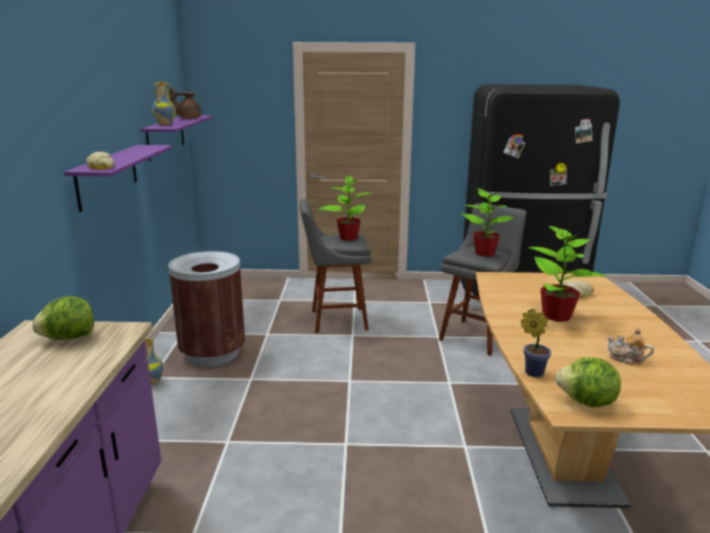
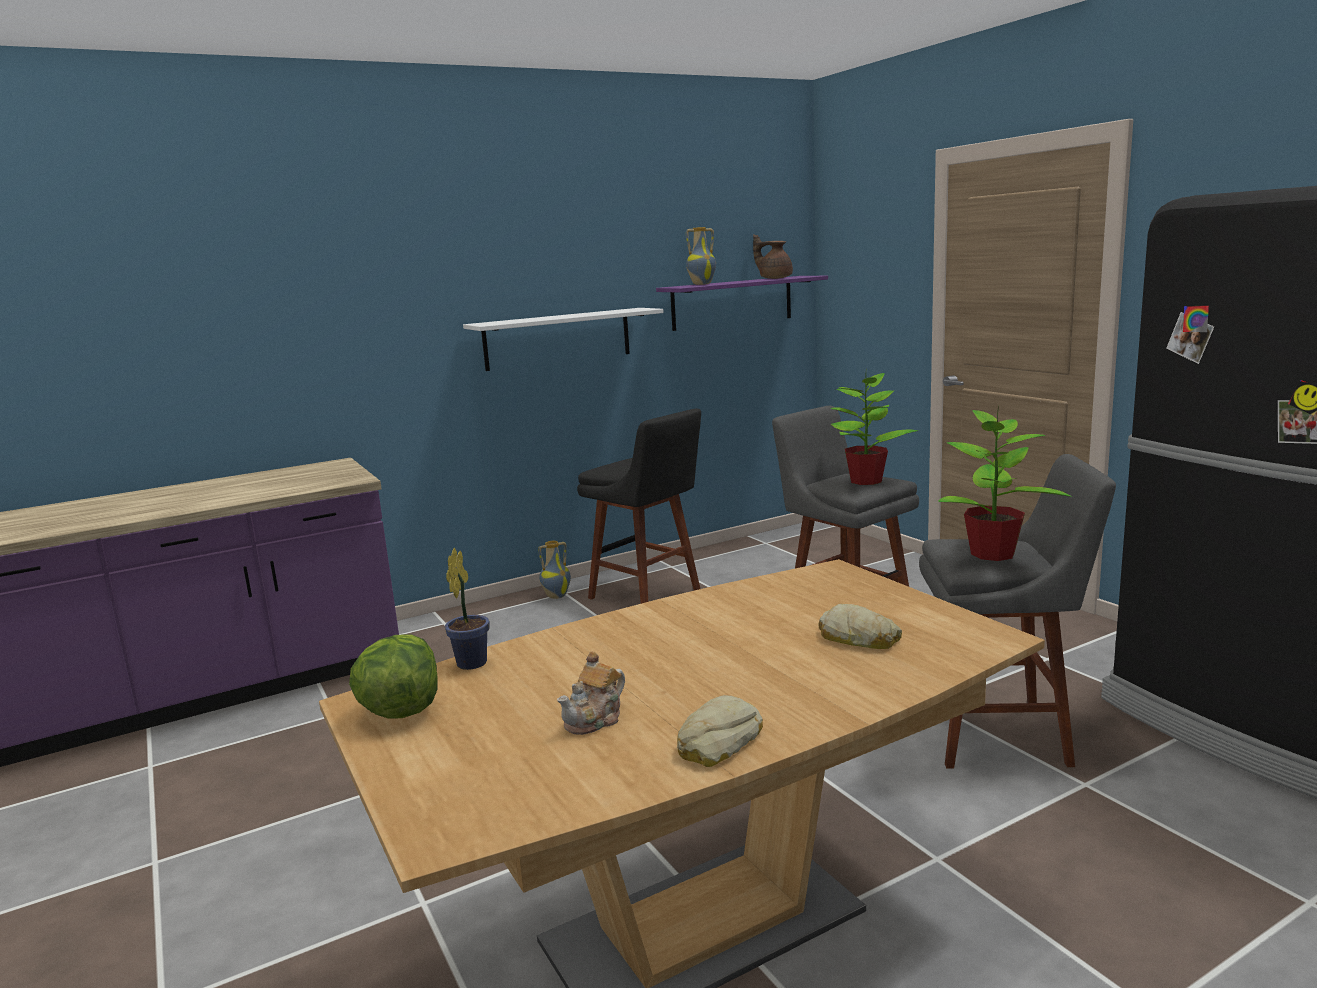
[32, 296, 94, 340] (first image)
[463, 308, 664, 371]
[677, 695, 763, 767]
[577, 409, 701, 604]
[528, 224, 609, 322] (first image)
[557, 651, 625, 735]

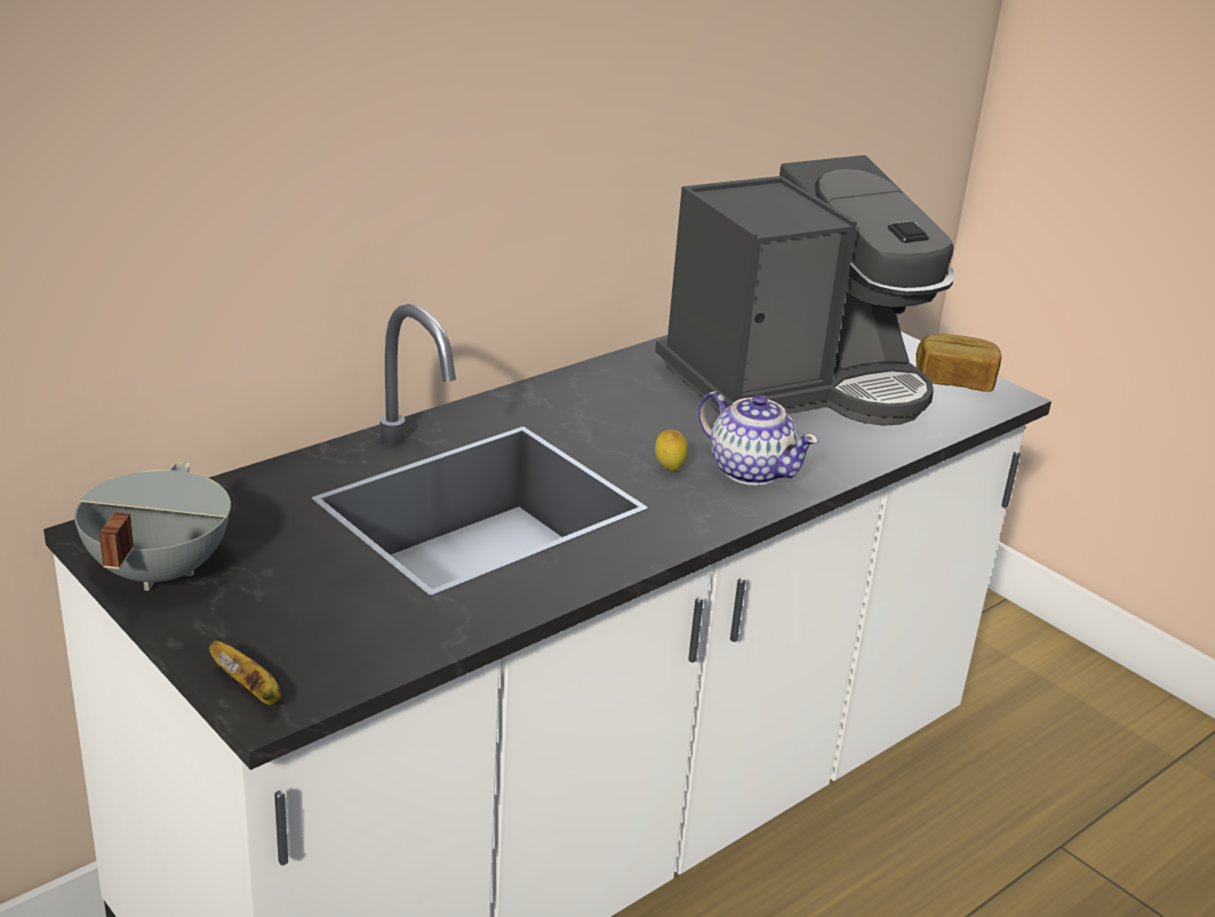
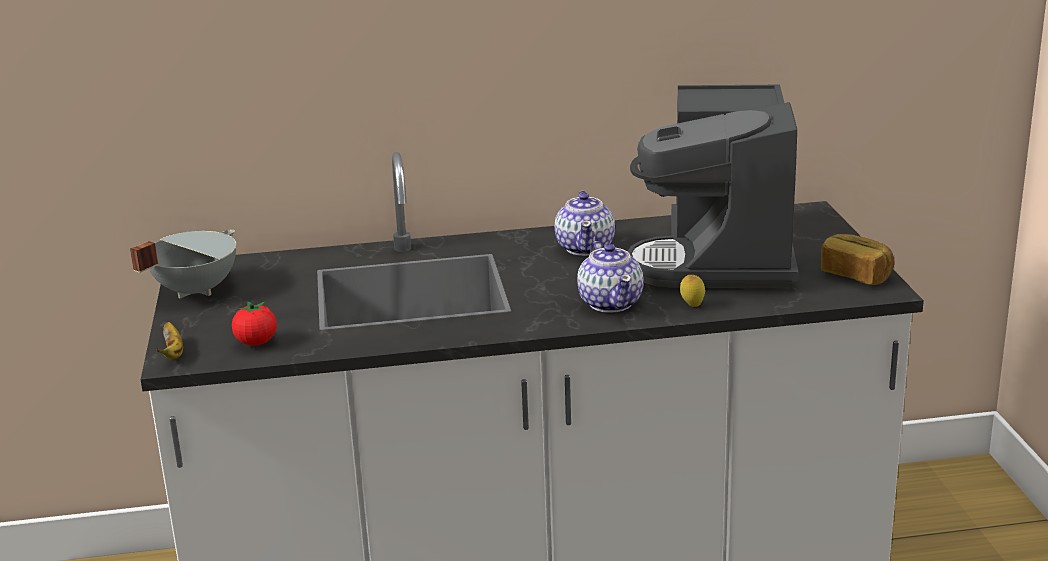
[628, 85, 799, 288]
[680, 275, 705, 307]
[232, 301, 277, 346]
[555, 191, 615, 256]

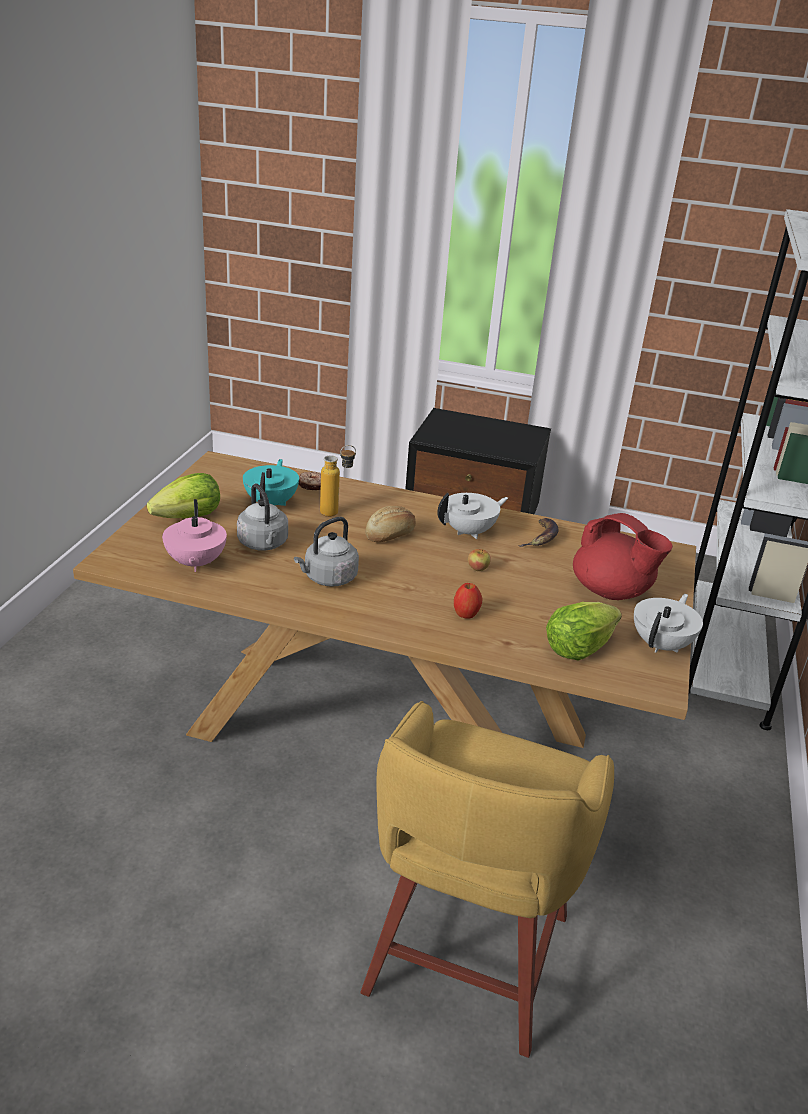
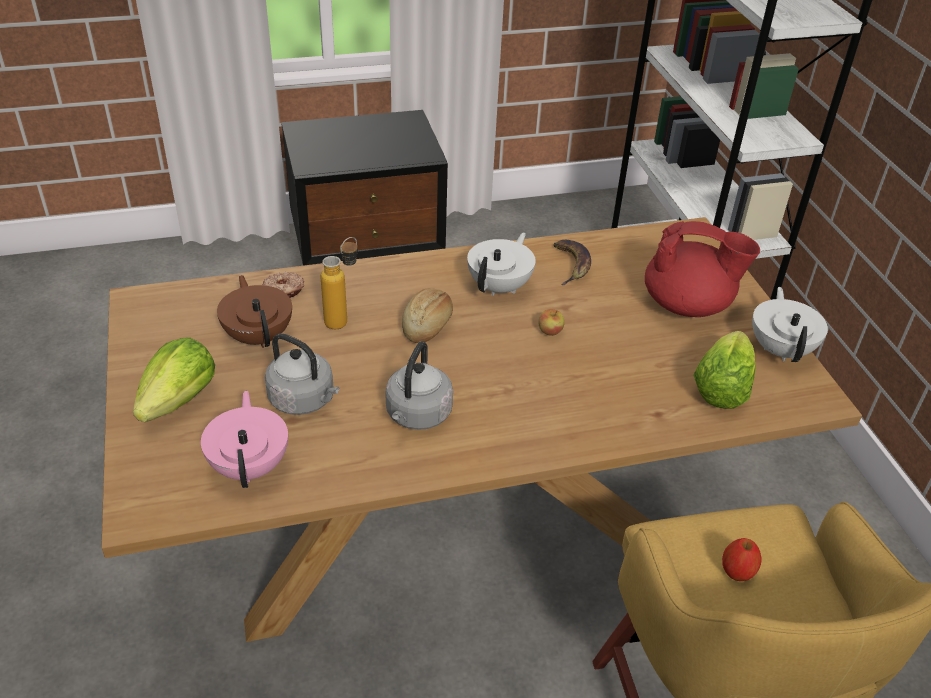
[201, 391, 288, 488]
[217, 275, 292, 348]
[722, 538, 762, 581]

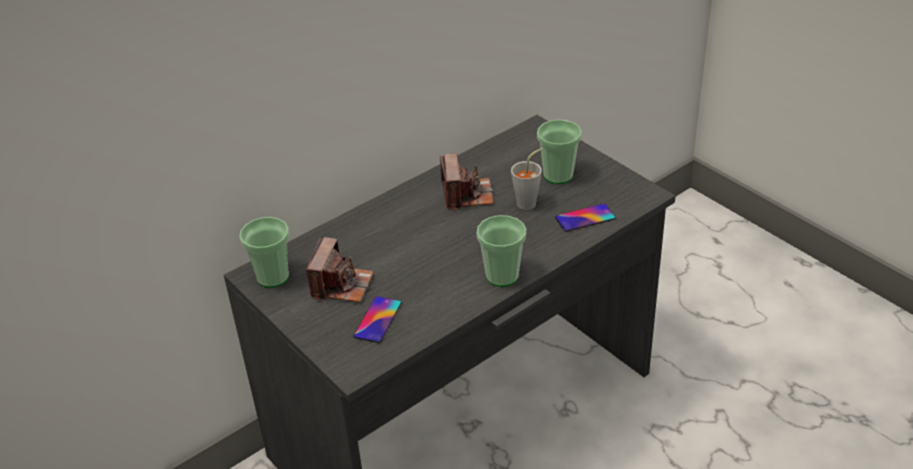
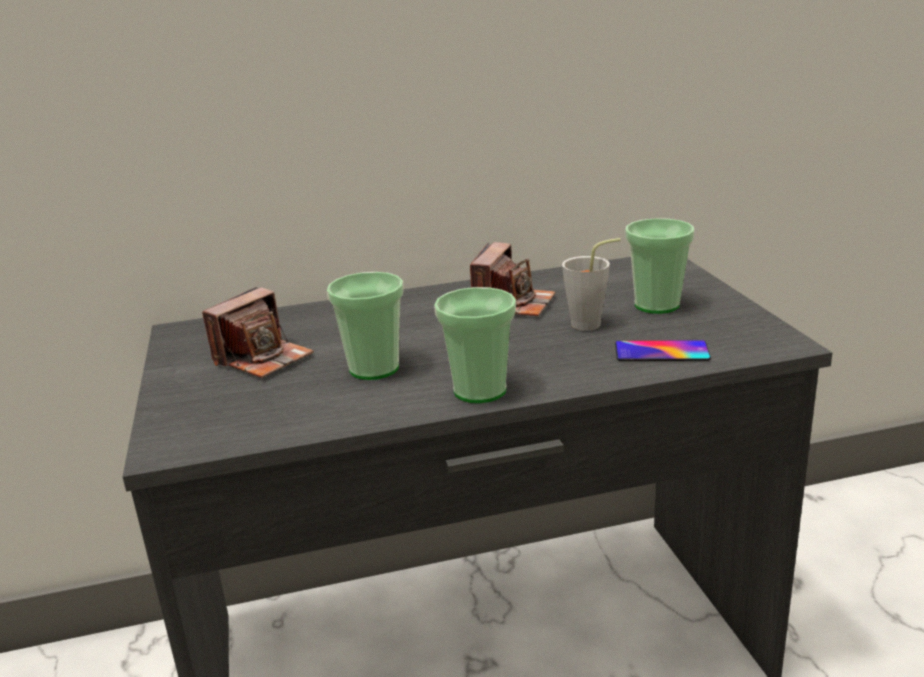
[327, 272, 404, 380]
[353, 296, 401, 343] (first image)

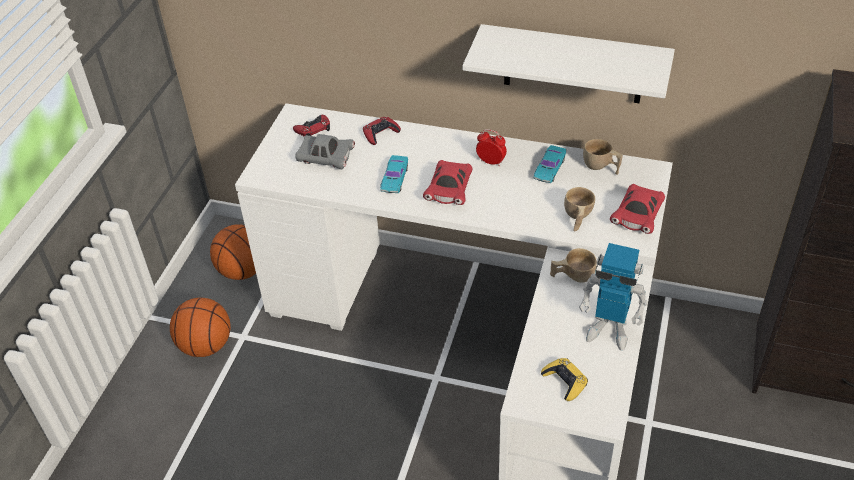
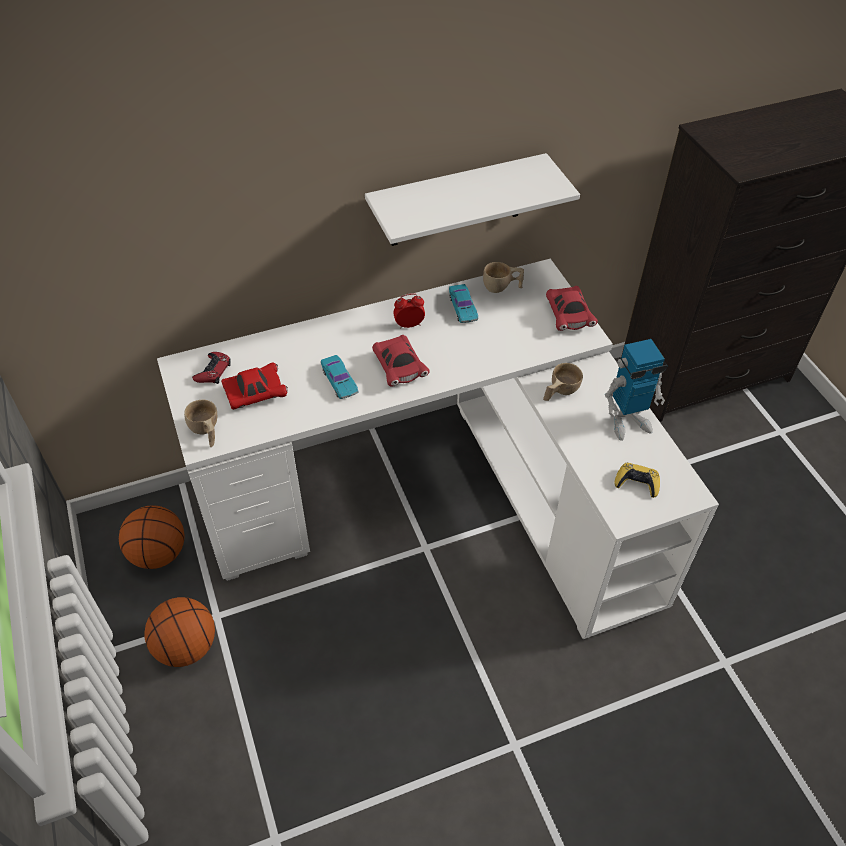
[221, 363, 288, 410]
[363, 117, 401, 145] (first image)
[184, 400, 217, 447]

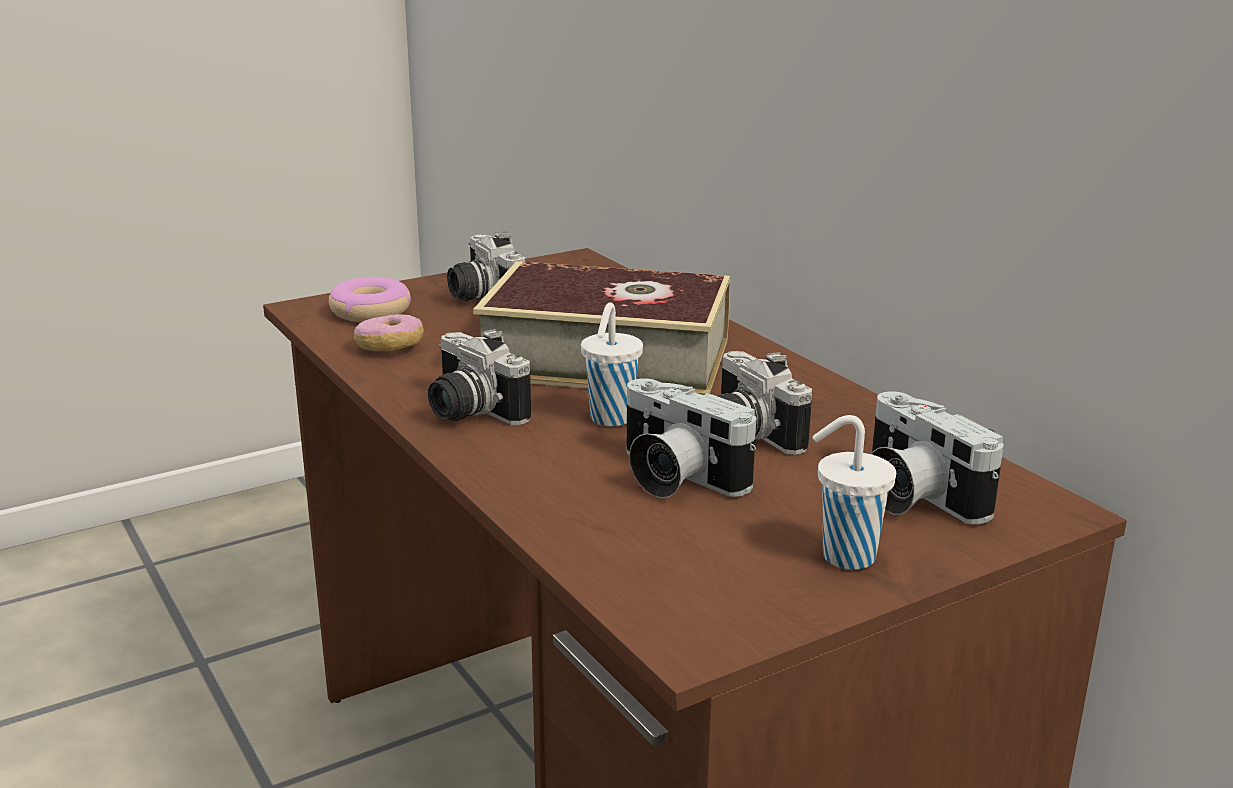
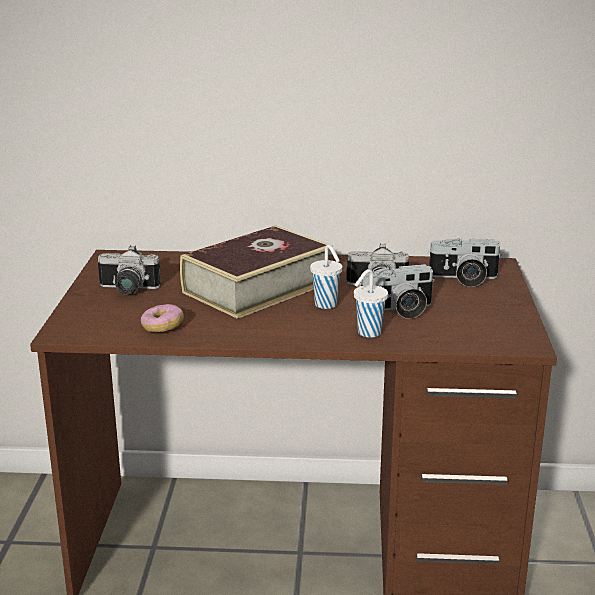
[329, 277, 411, 322] (first image)
[428, 329, 531, 425] (first image)
[354, 269, 388, 338]

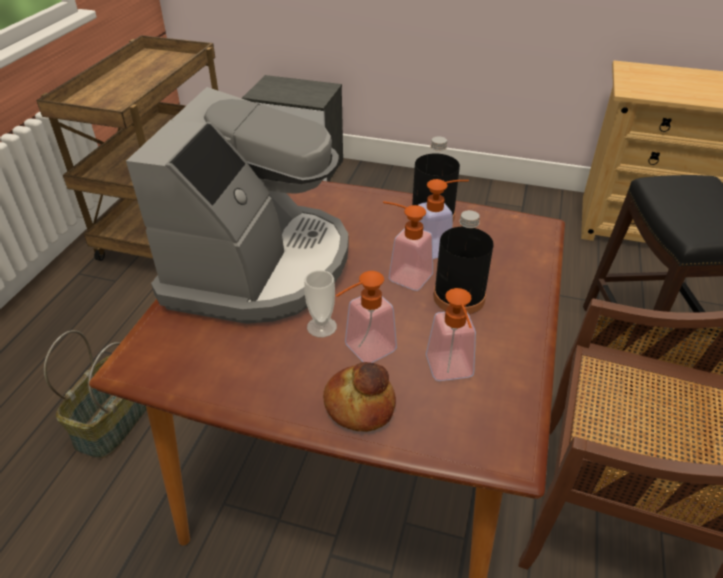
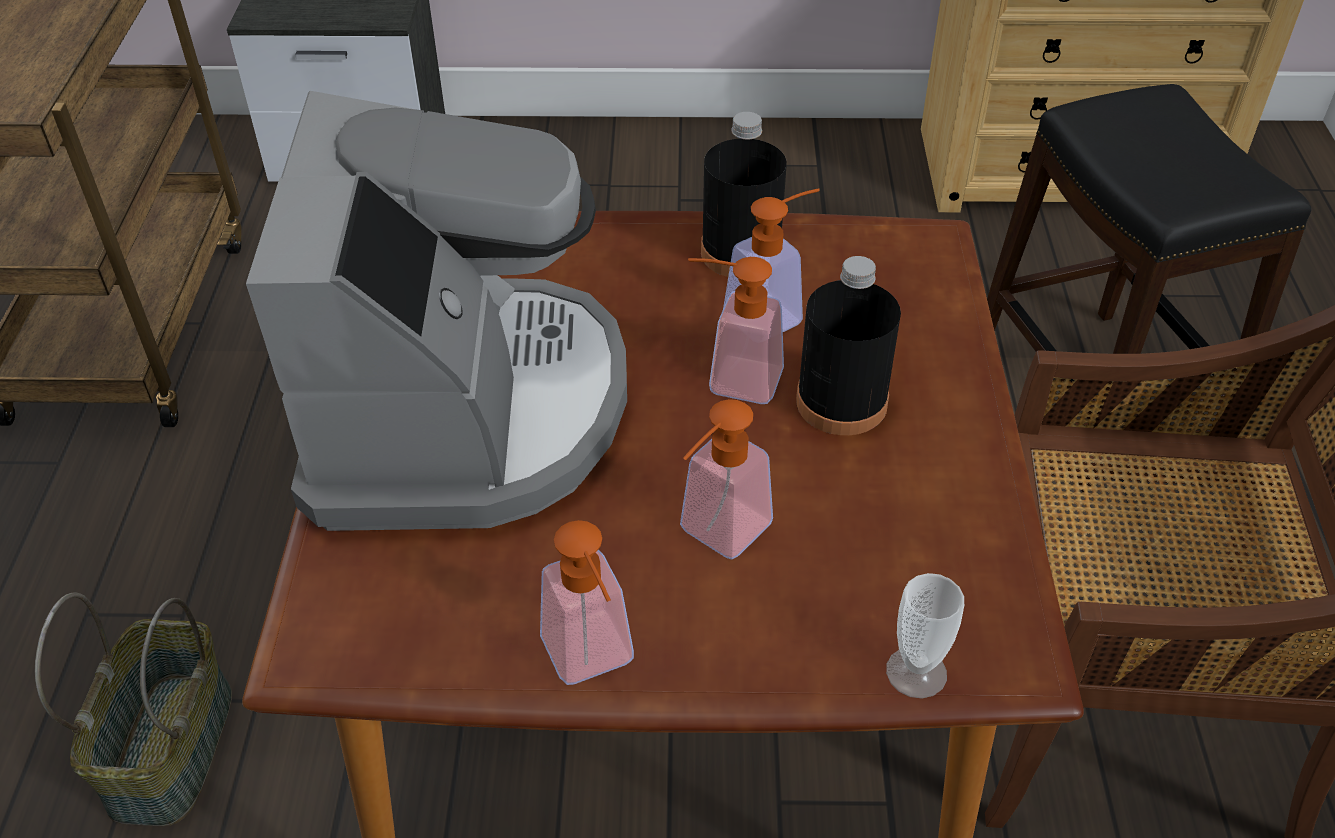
[886, 573, 964, 699]
[323, 362, 396, 432] (first image)
[540, 520, 634, 685]

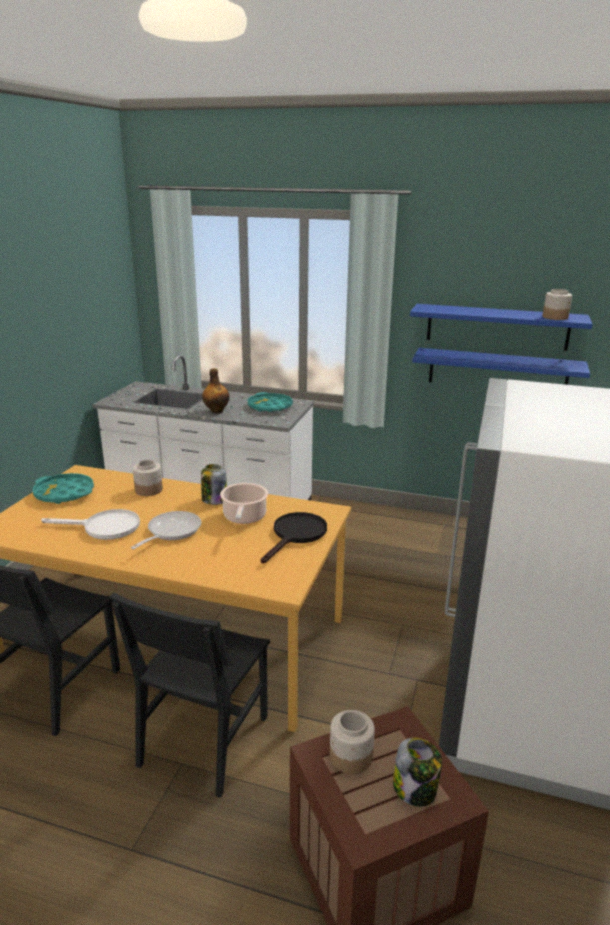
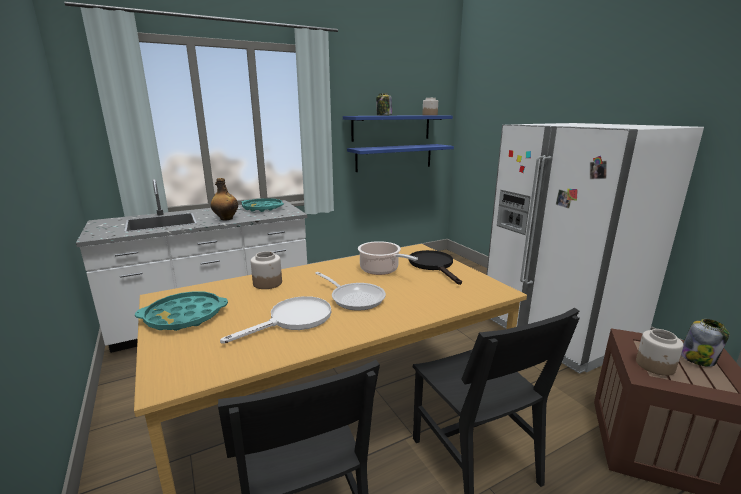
[315, 272, 386, 311]
[376, 93, 392, 116]

